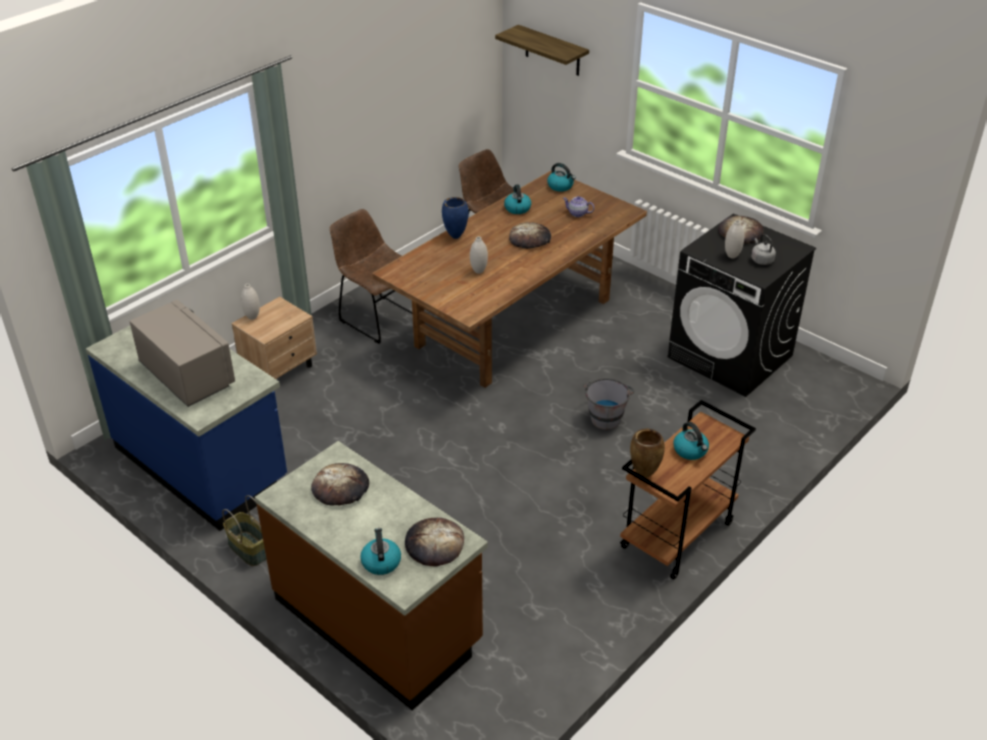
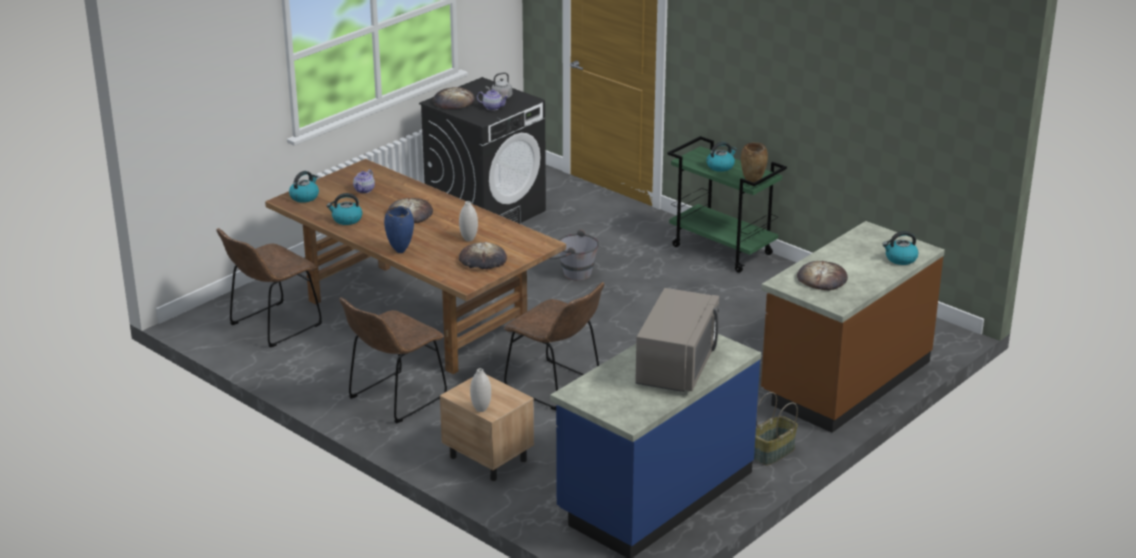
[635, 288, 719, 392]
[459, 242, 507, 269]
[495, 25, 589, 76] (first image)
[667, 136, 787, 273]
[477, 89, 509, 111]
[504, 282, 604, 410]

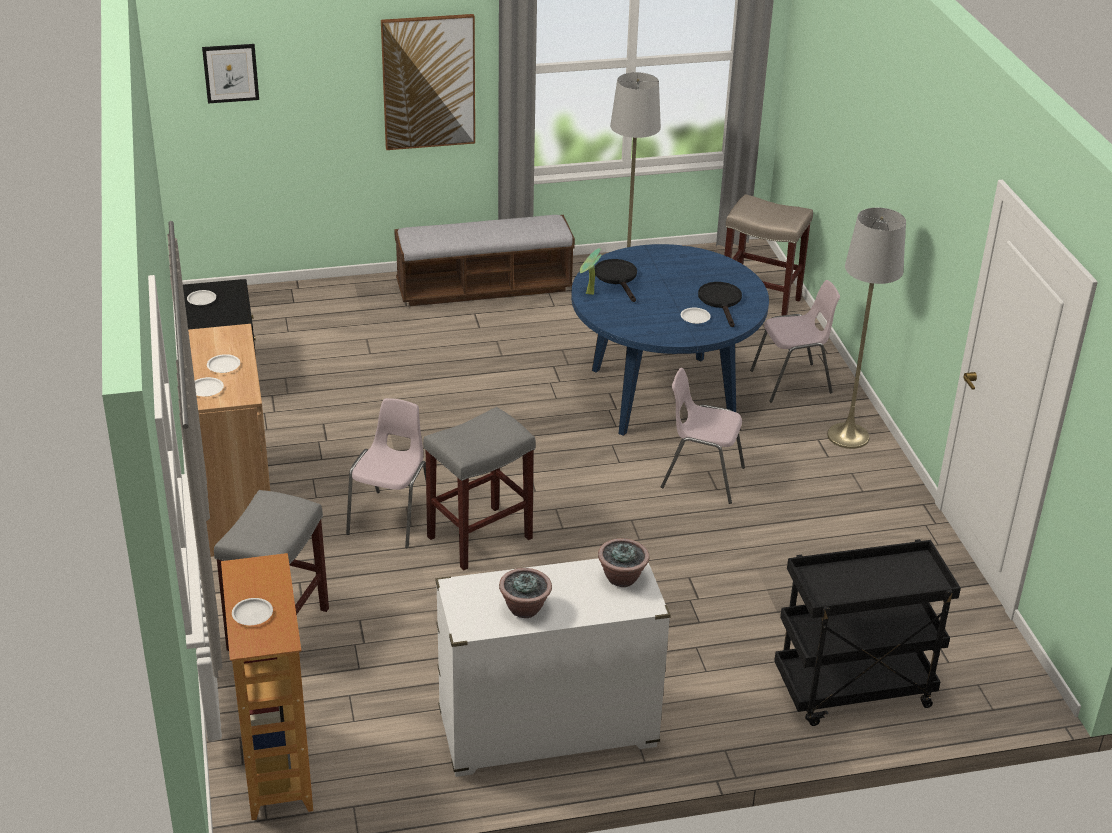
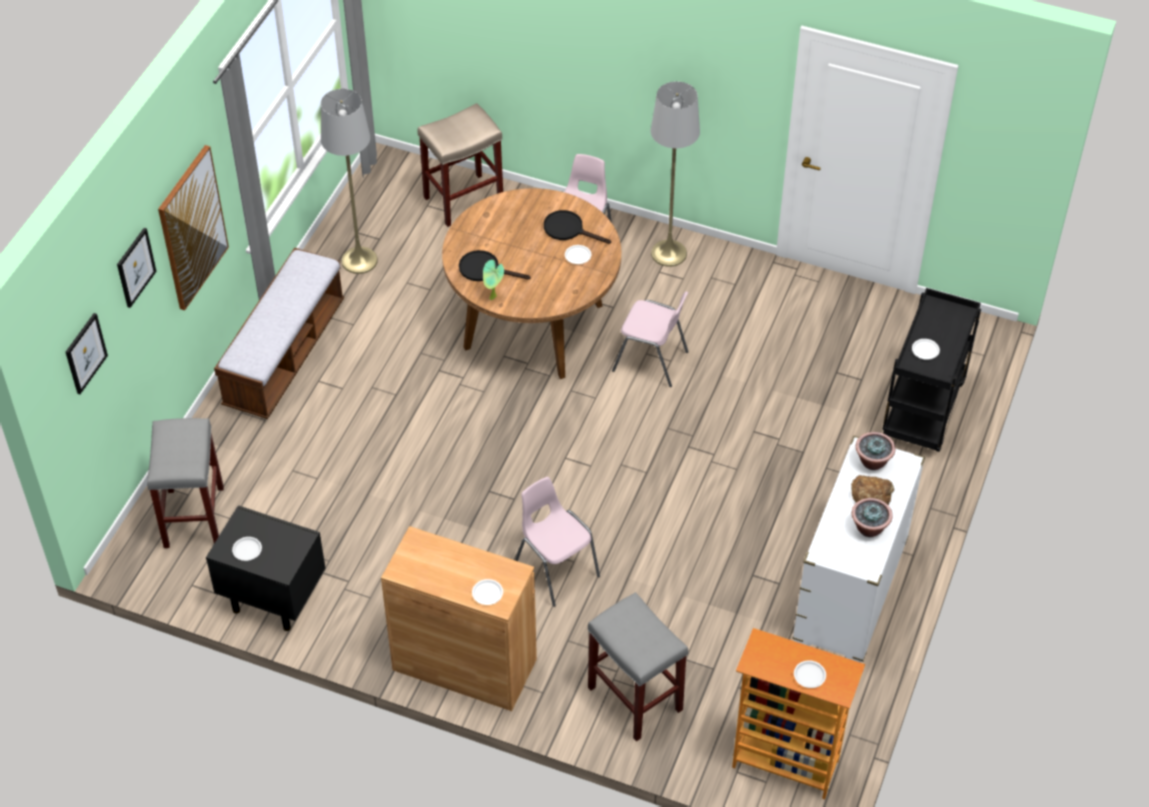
[912, 339, 940, 360]
[147, 418, 224, 548]
[442, 188, 621, 379]
[612, 292, 688, 387]
[117, 228, 157, 308]
[851, 475, 894, 505]

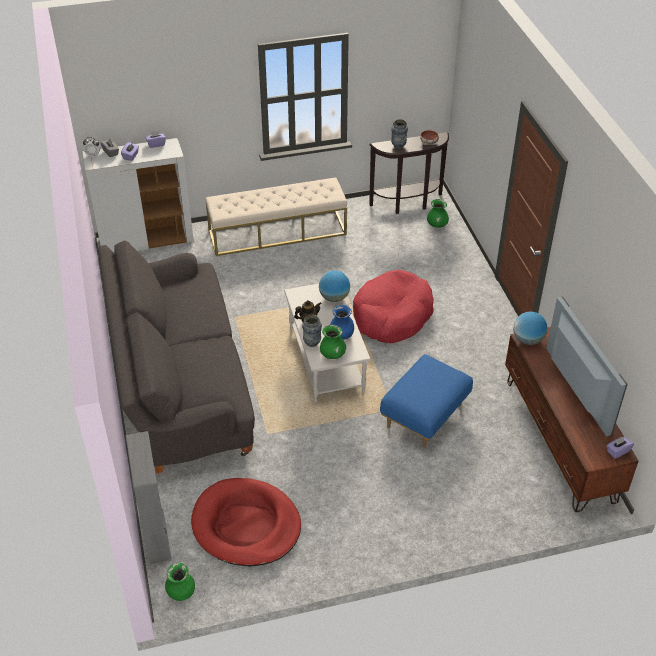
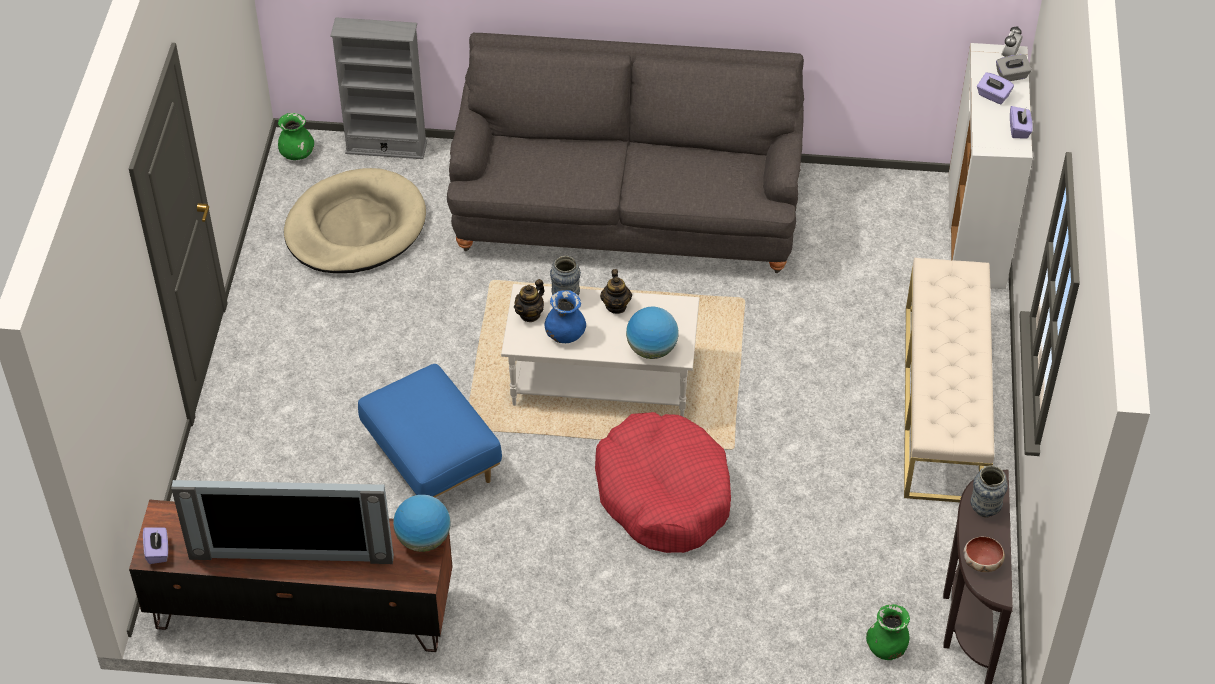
[284, 168, 426, 273]
[514, 279, 545, 322]

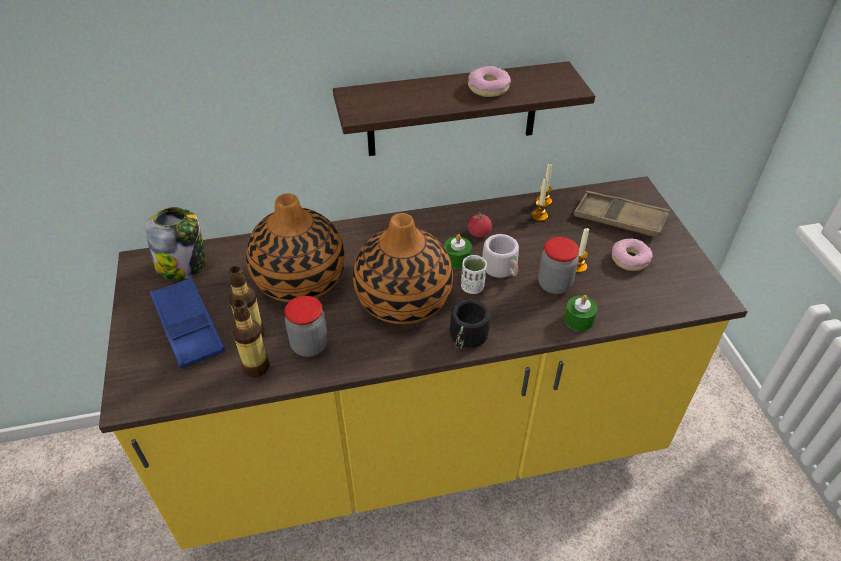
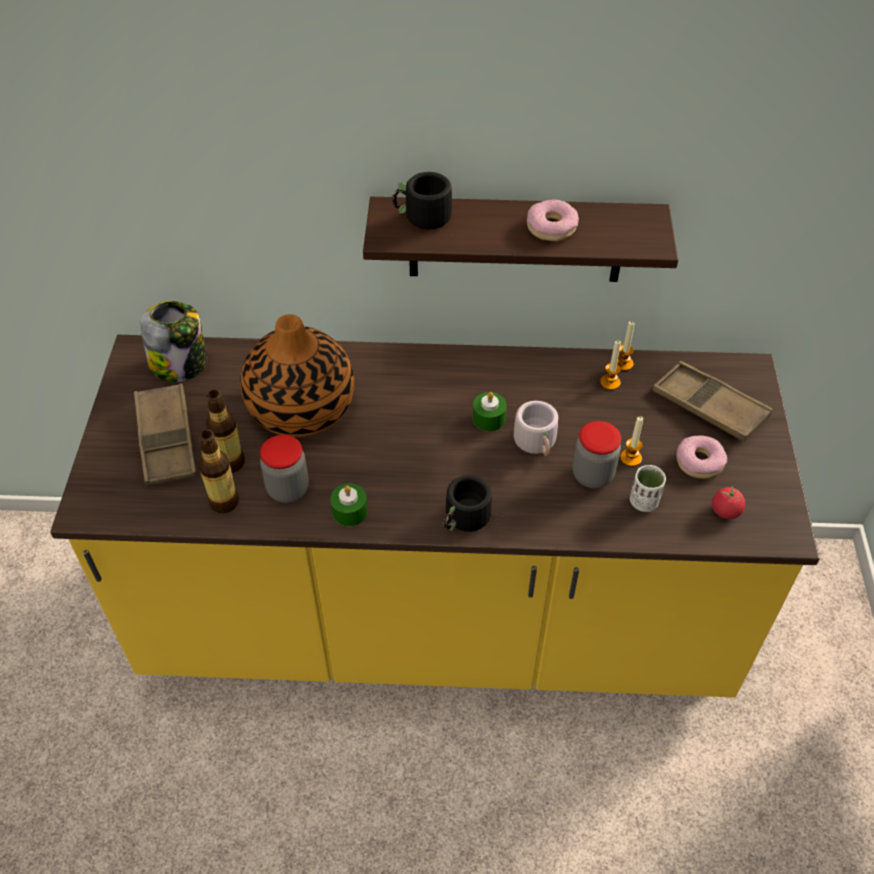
[134, 383, 197, 486]
[353, 213, 453, 324] (first image)
[630, 465, 666, 512]
[712, 486, 745, 519]
[330, 484, 368, 526]
[392, 172, 453, 234]

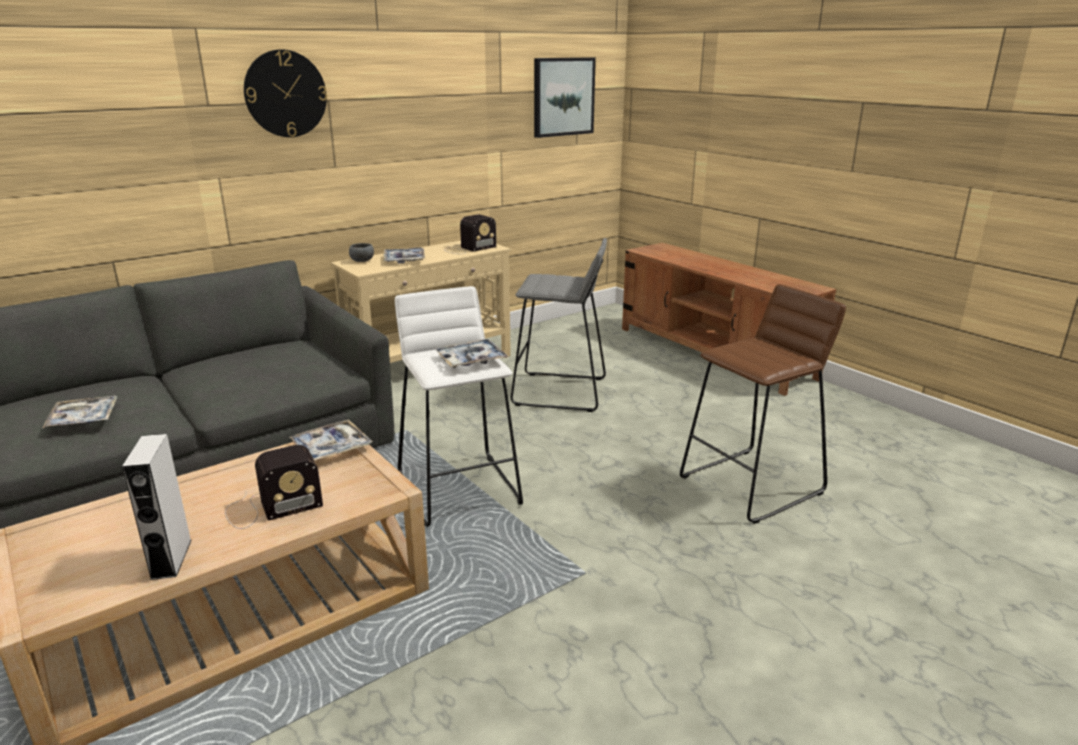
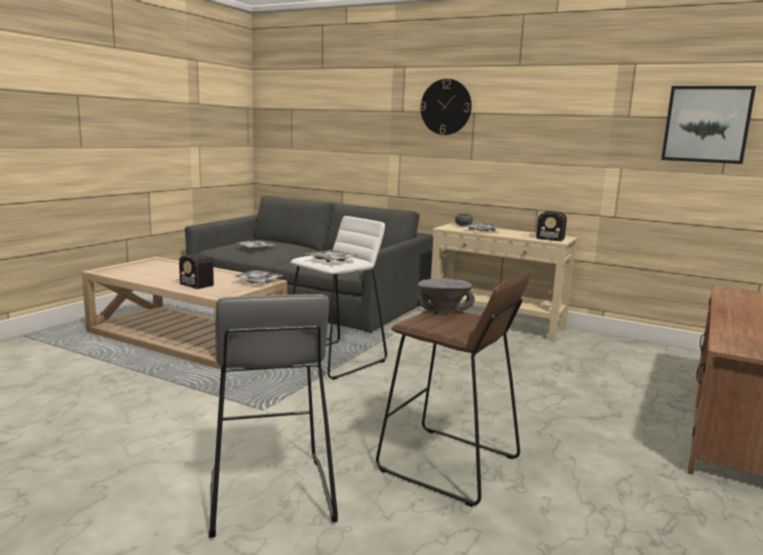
[122, 434, 192, 580] (first image)
[209, 294, 338, 538]
[418, 279, 475, 313]

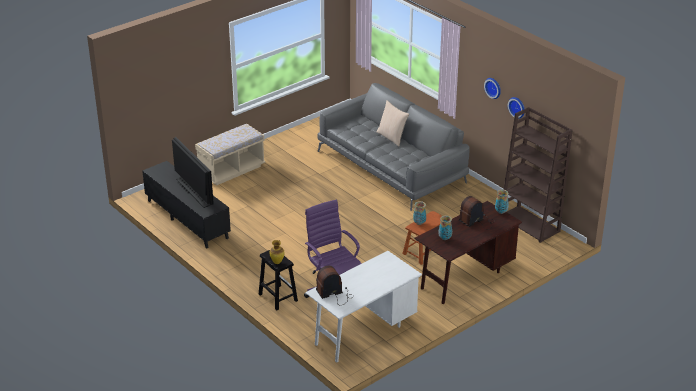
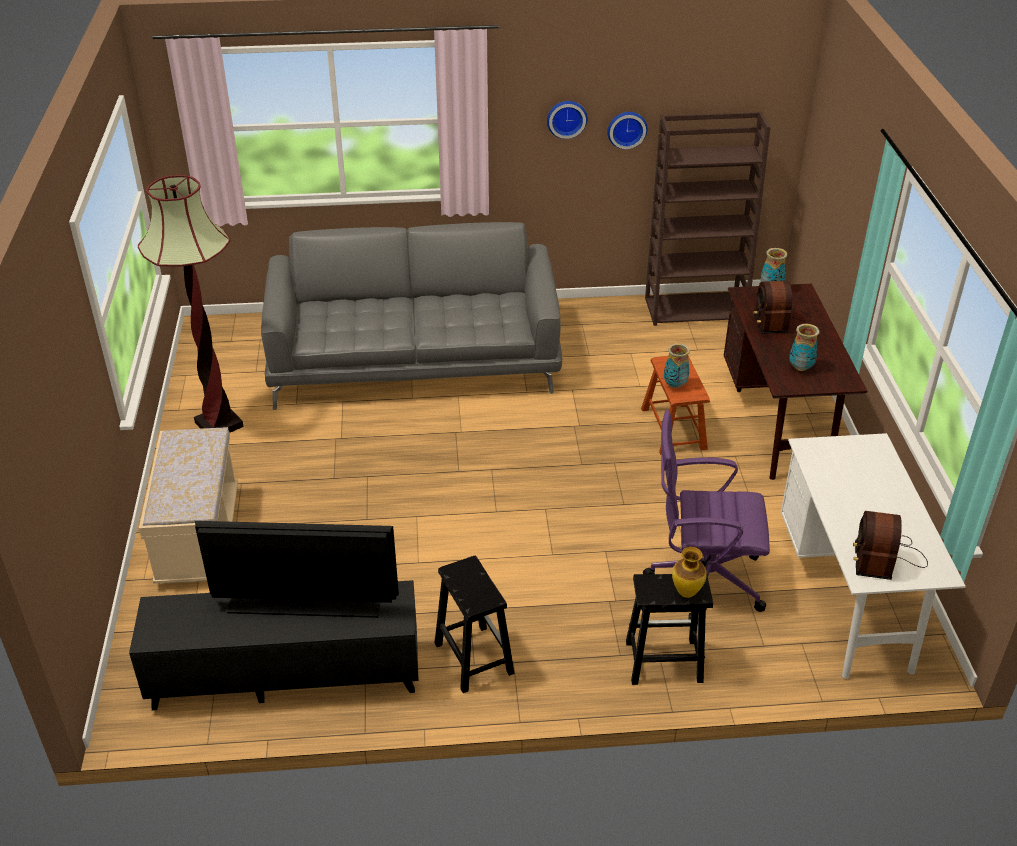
[377, 100, 409, 146] (first image)
[138, 175, 244, 433]
[435, 556, 515, 693]

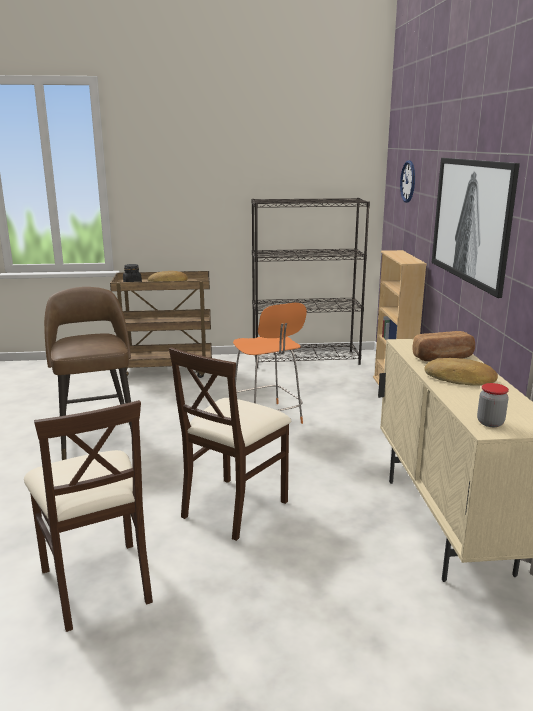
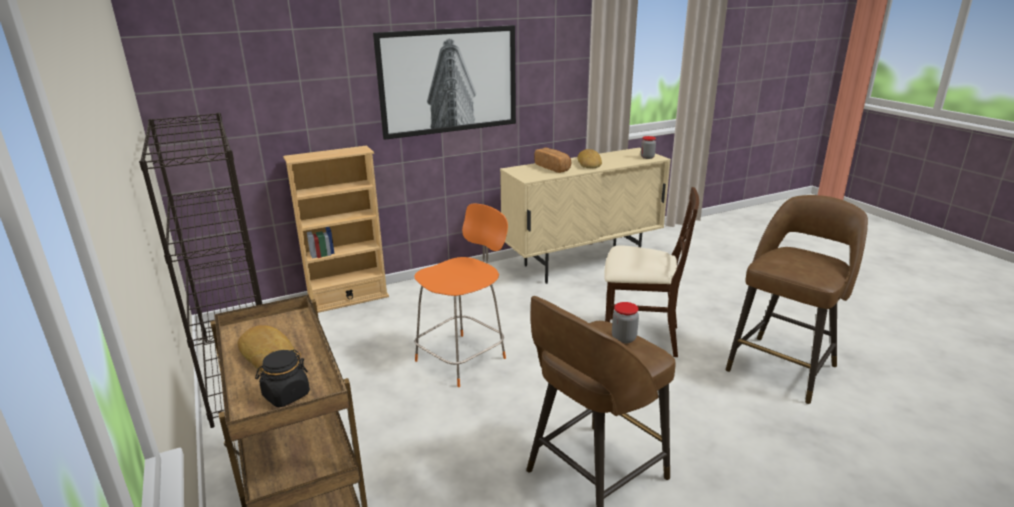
[726, 195, 868, 404]
[400, 160, 415, 203] (first image)
[612, 302, 639, 344]

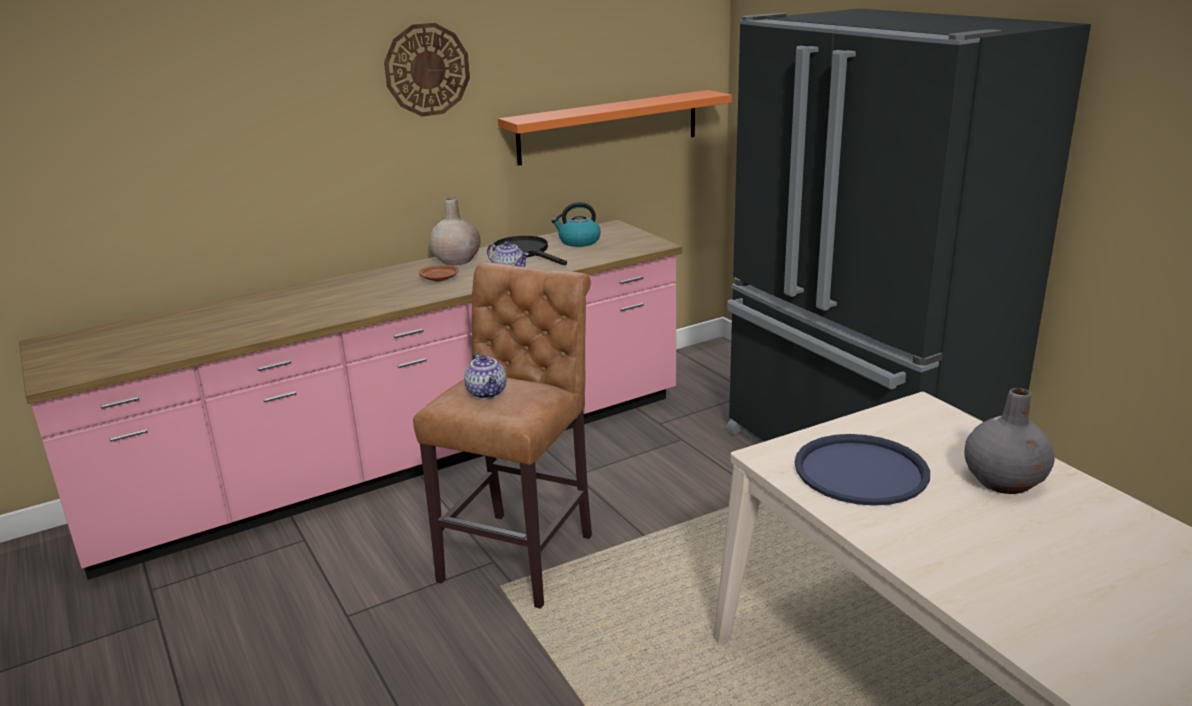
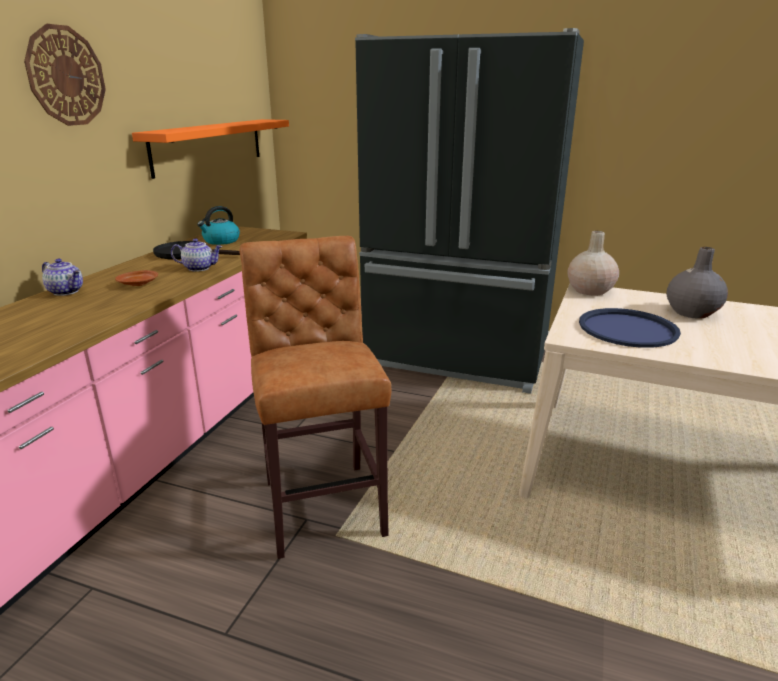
[567, 231, 619, 296]
[42, 259, 83, 296]

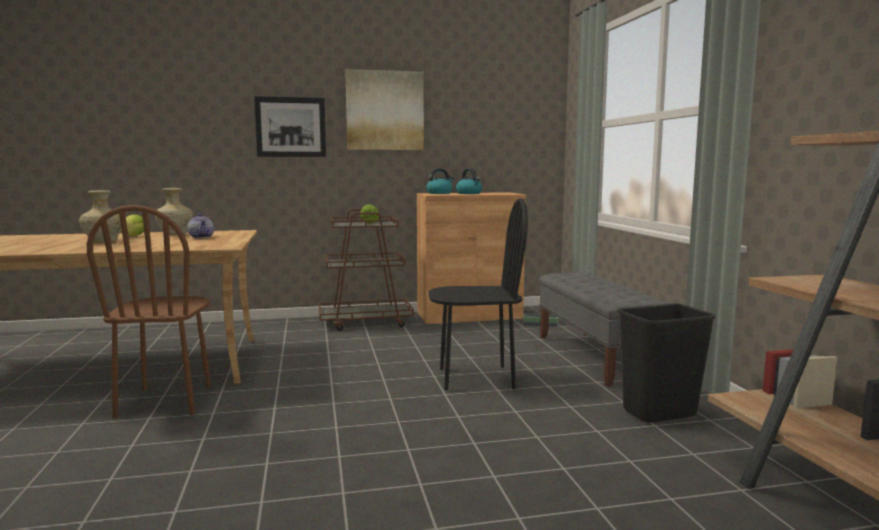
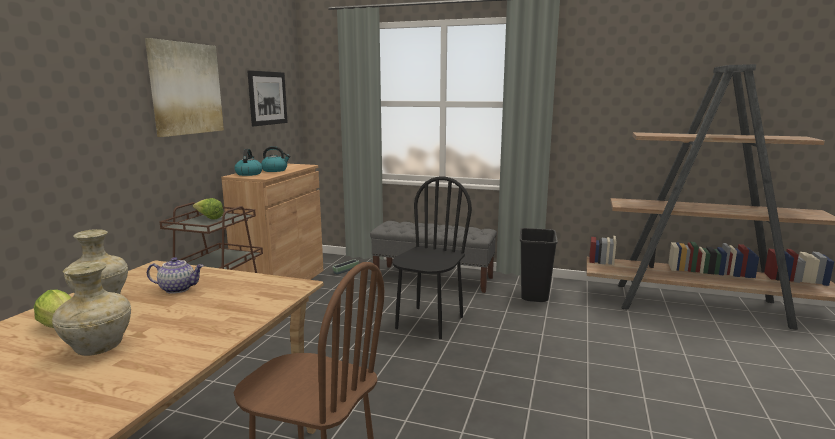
[247, 70, 288, 126]

